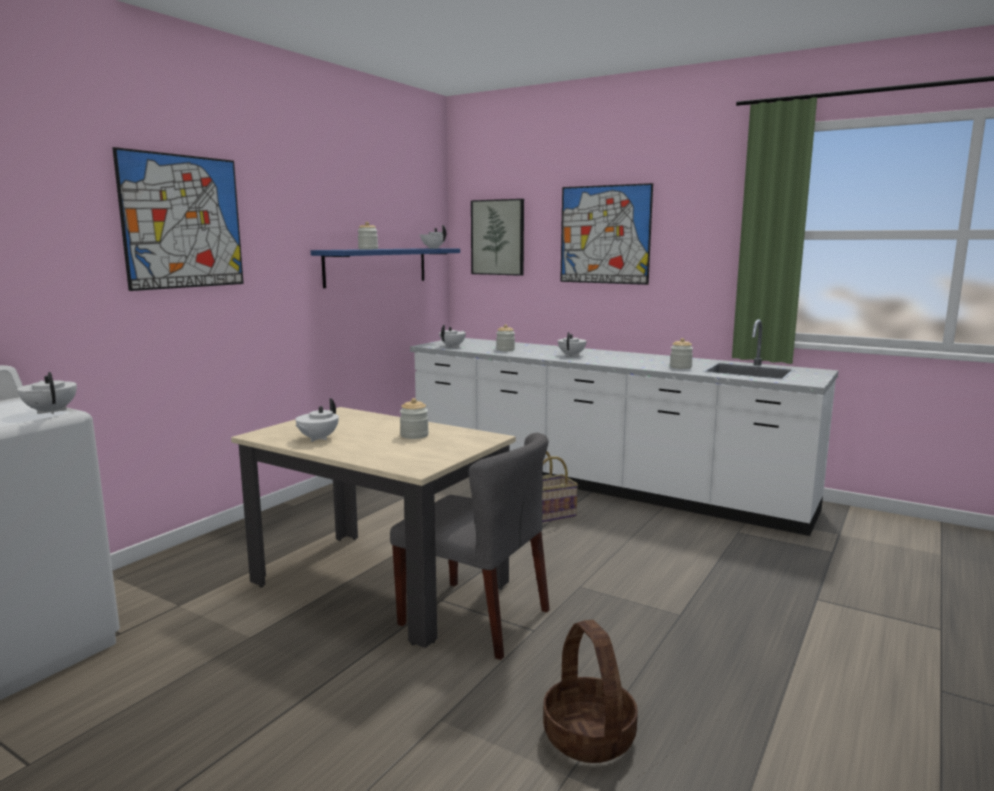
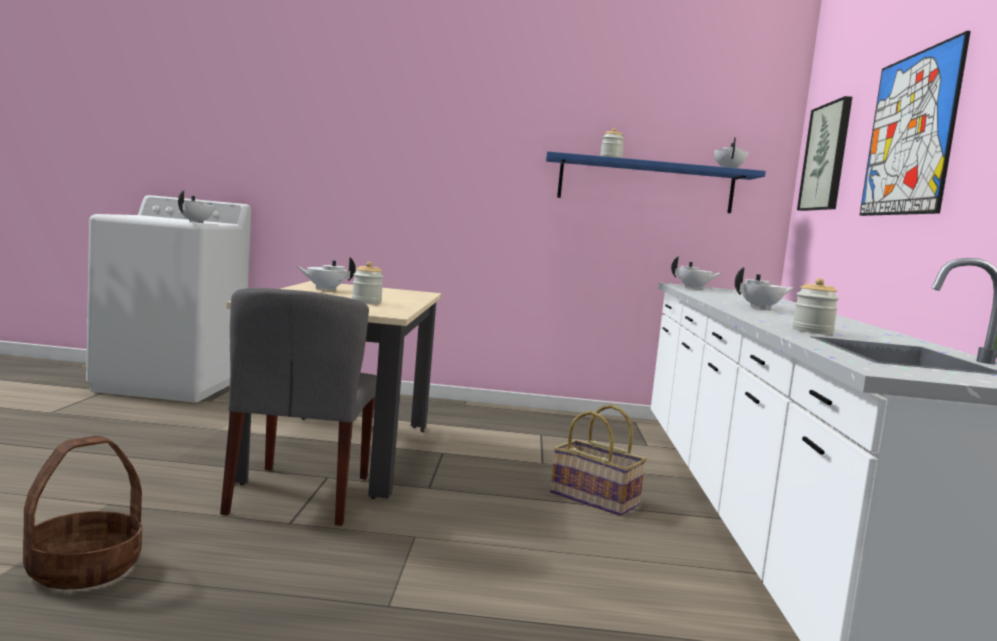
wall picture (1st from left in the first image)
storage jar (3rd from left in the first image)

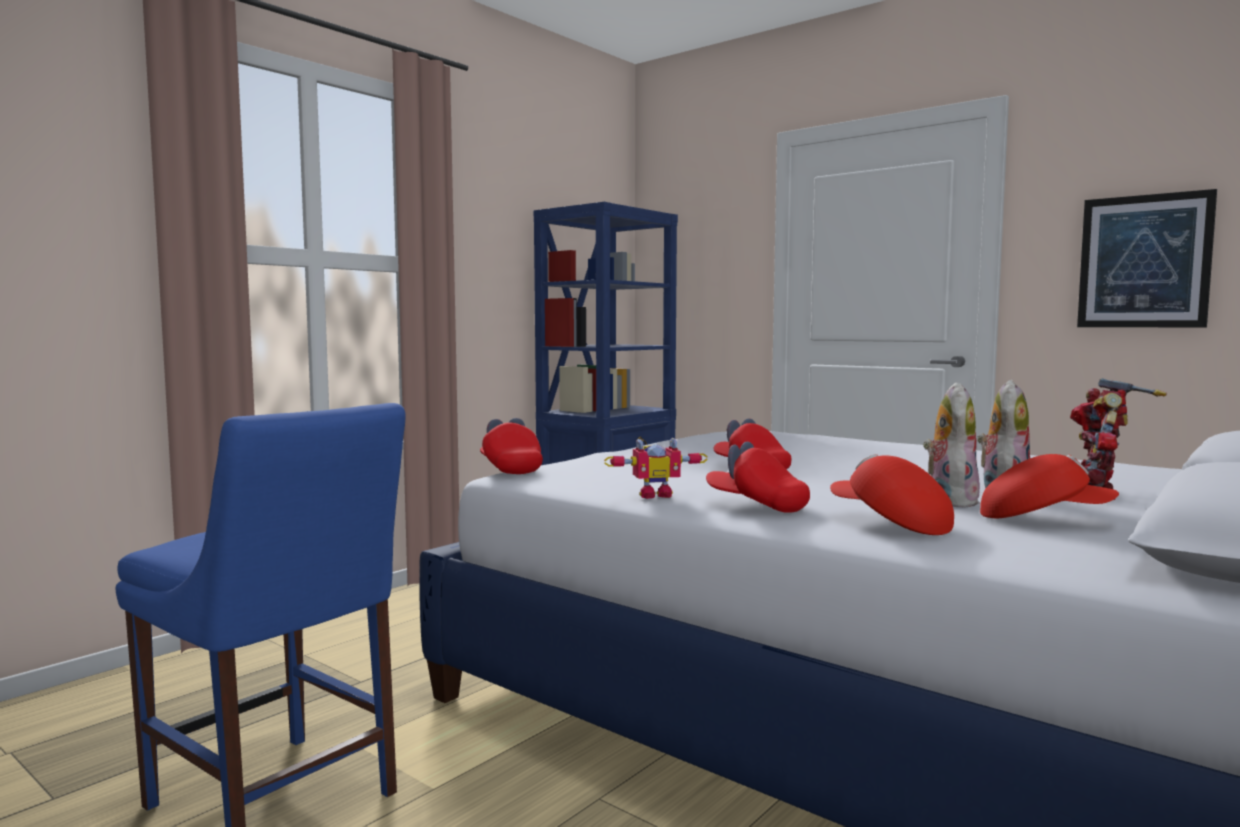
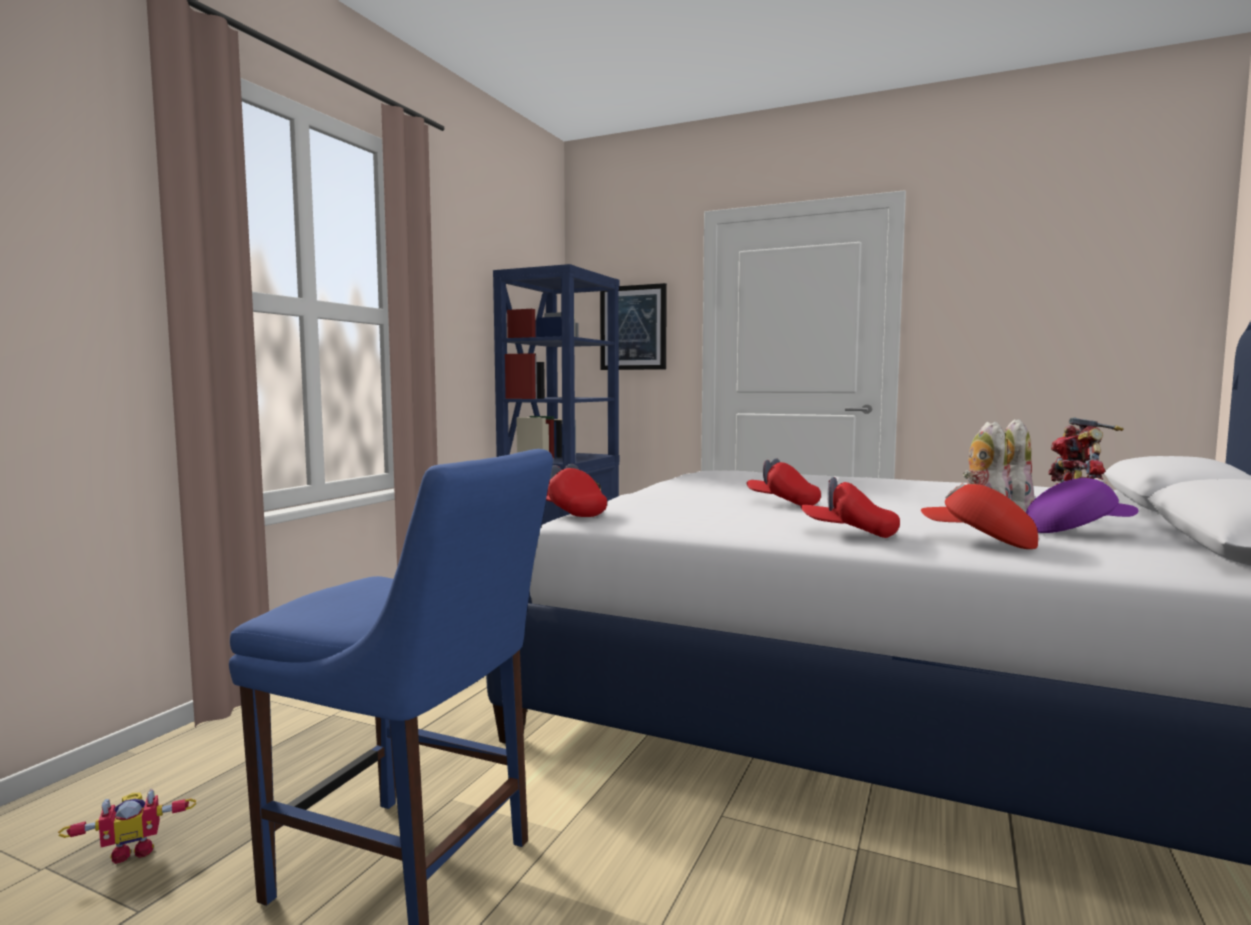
toy robot (1st from left)
wall picture
baseball cap (purple)

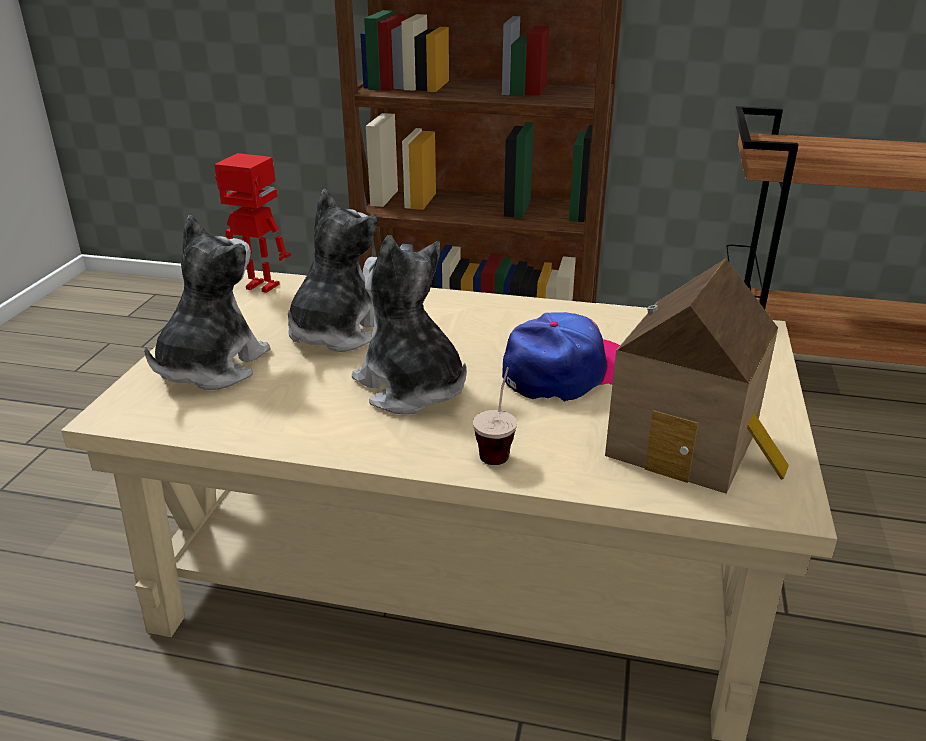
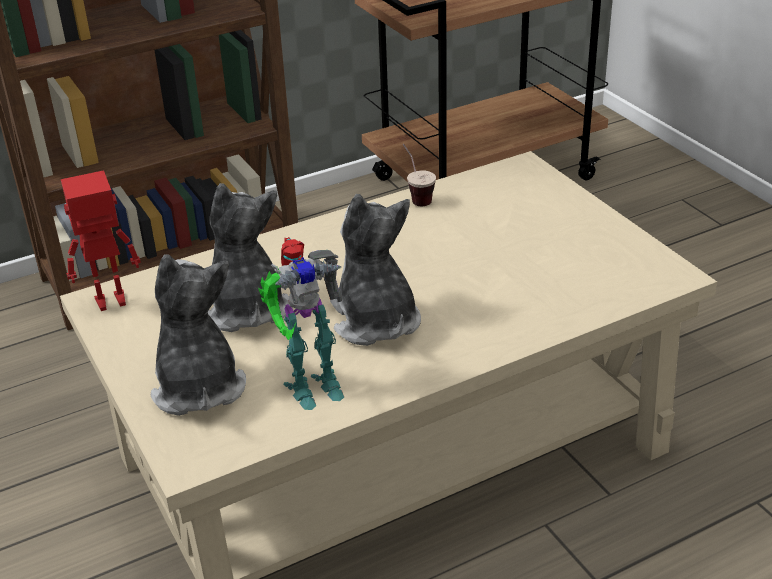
toy robot (2nd from left)
cuddly toy (3rd from left)
drinking cup
baseball cap
model house

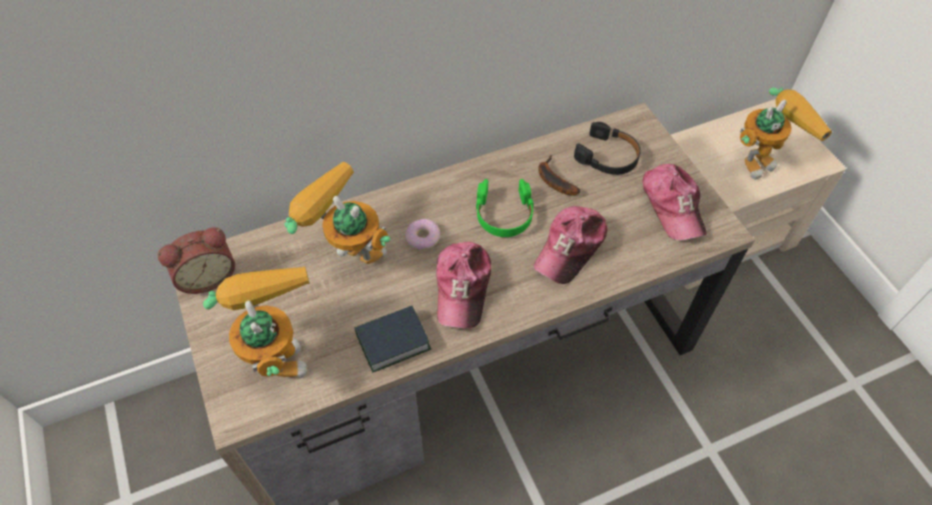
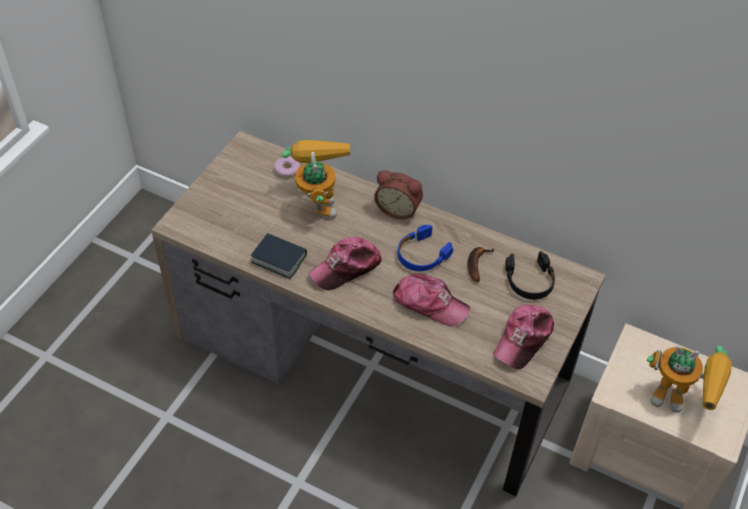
doughnut
alarm clock
baseball cap (2nd from left)
pair of headphones (blue-coloured)
toy robot (1st from left in the first image)

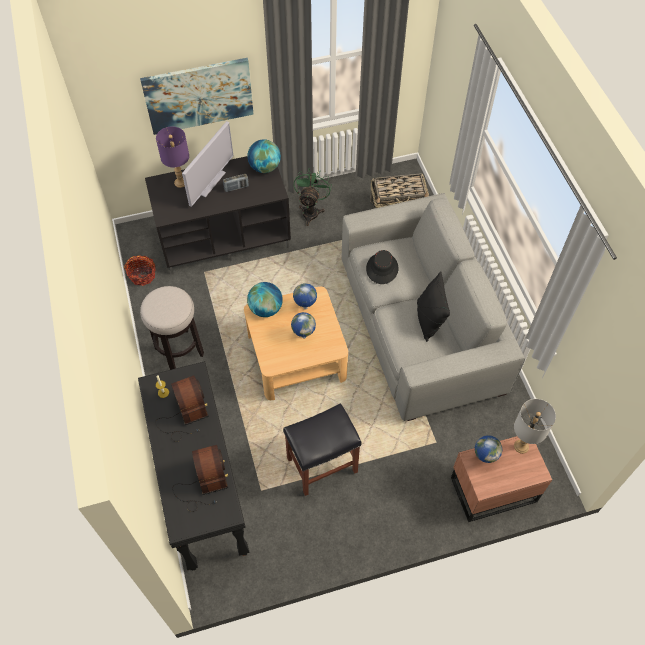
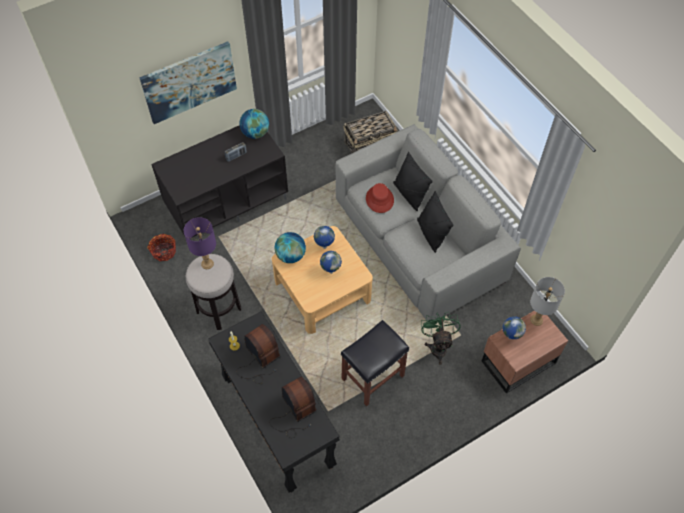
lamp for a table (purple)
wearable hat (reddish)
cushion (blackish) (1st from left)
fan (green)
TV

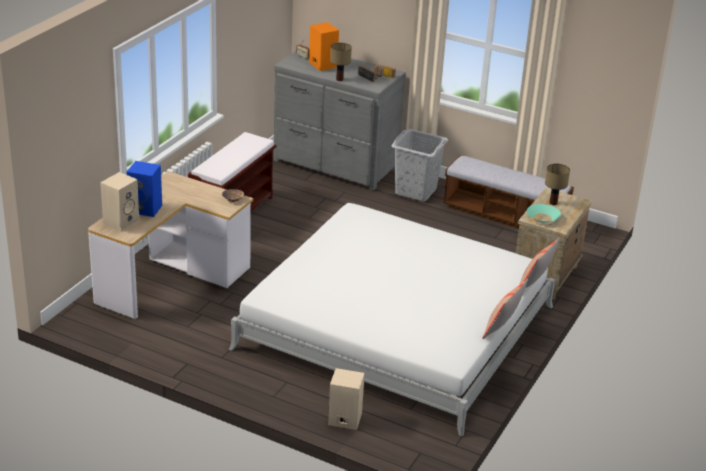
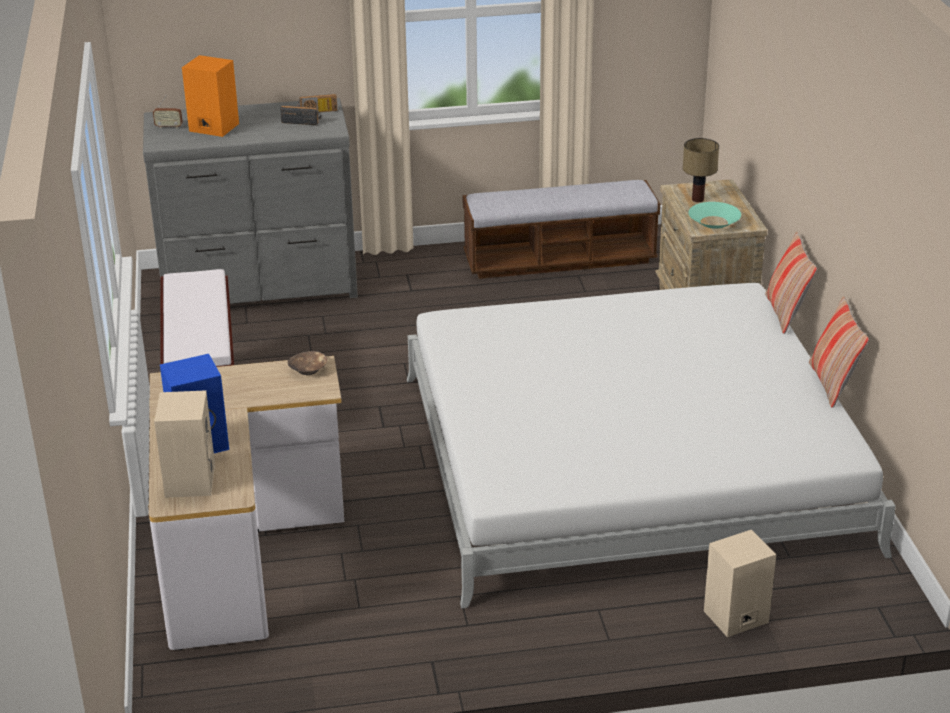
lamp for a table (1st from left in the first image)
washing basket (gray)

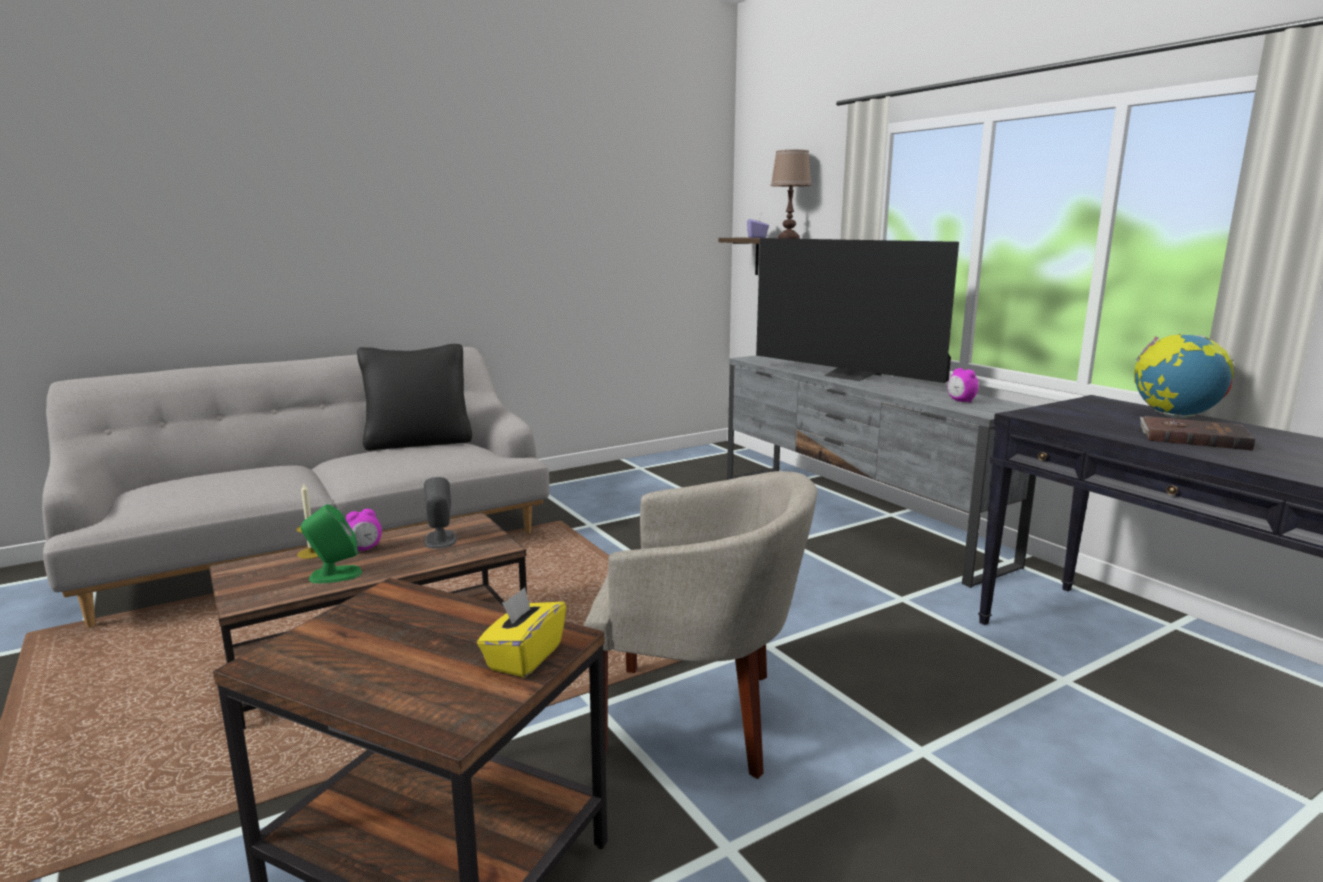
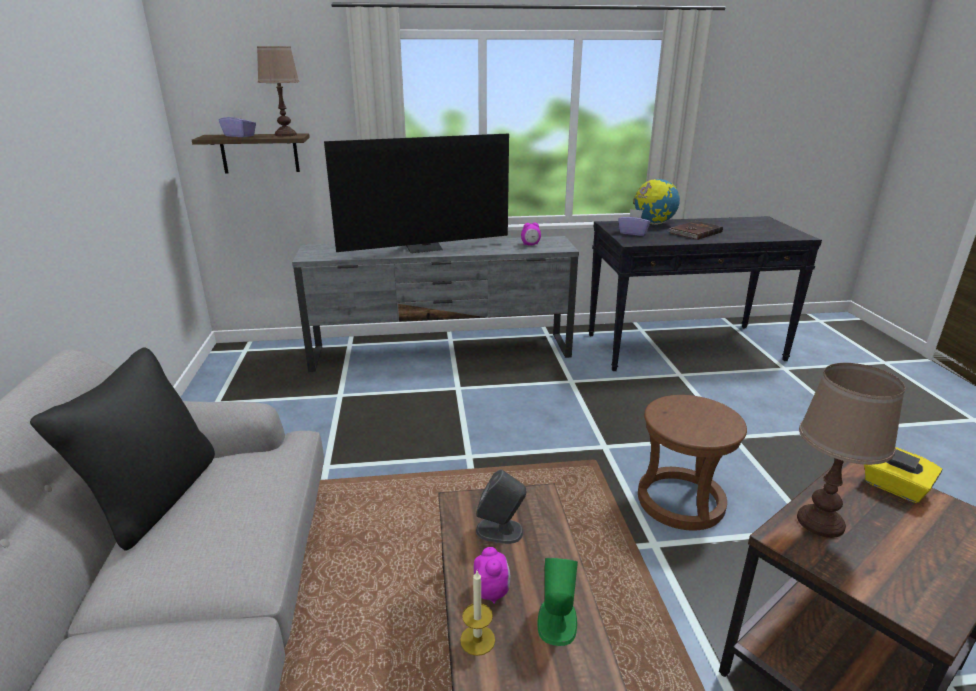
tissue box (purple) (2nd from left)
sitting stool (brown-coloured)
lamp for a table (brown-coloured) (2nd from left)

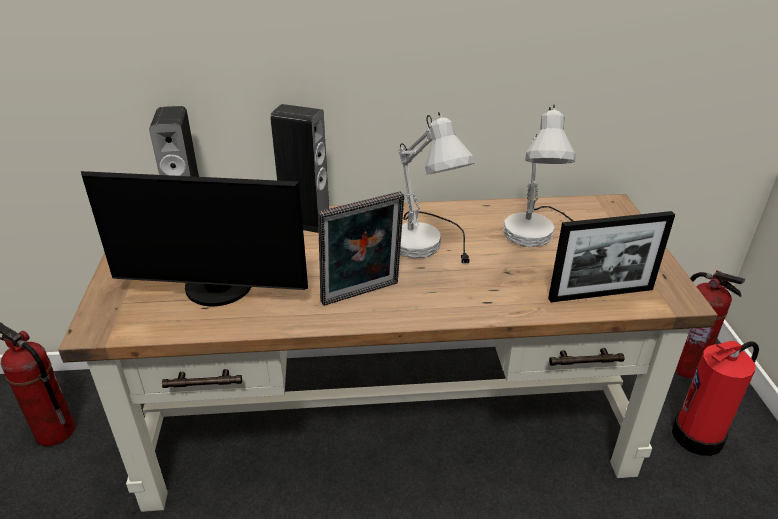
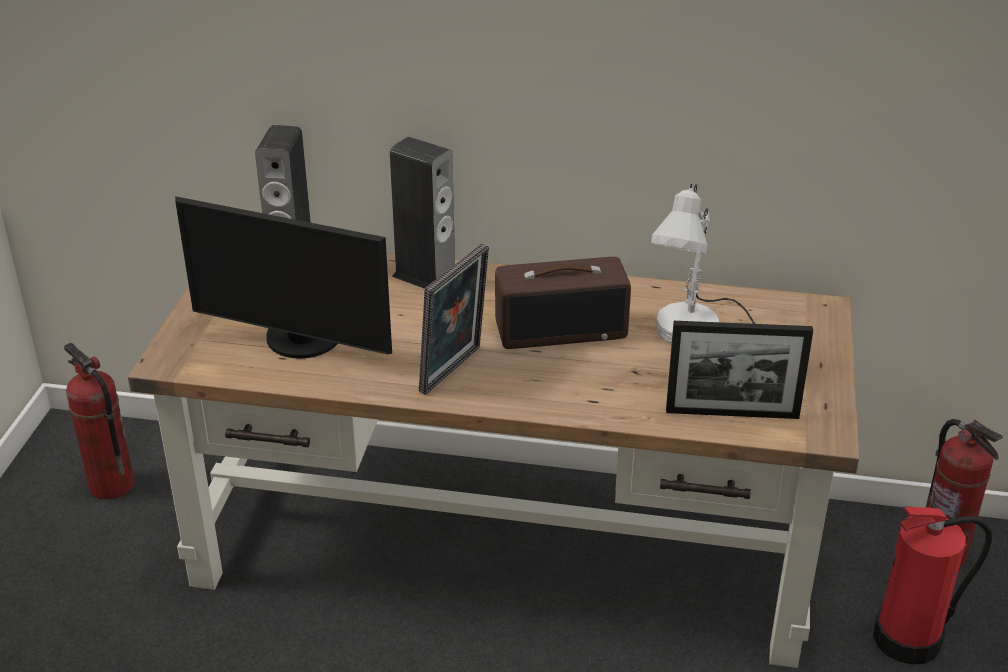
standing frame (1st from left)
radio set

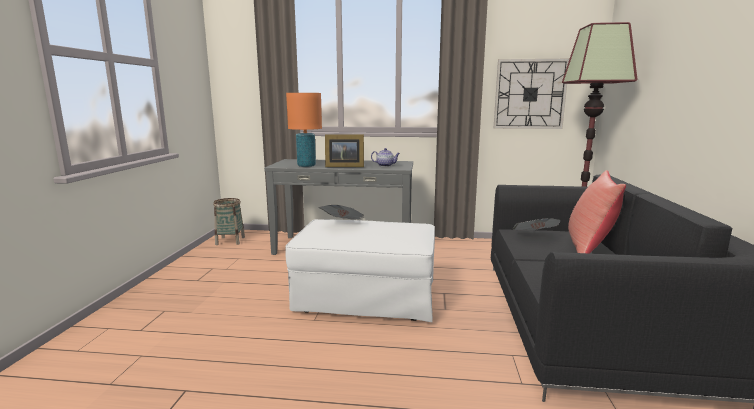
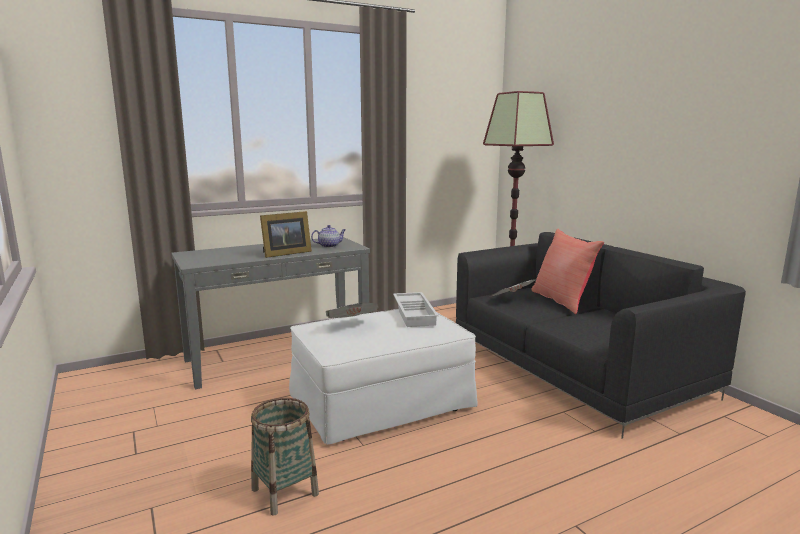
household basket
tray (whitish)
lamp for a table (orangey)
wall clock

